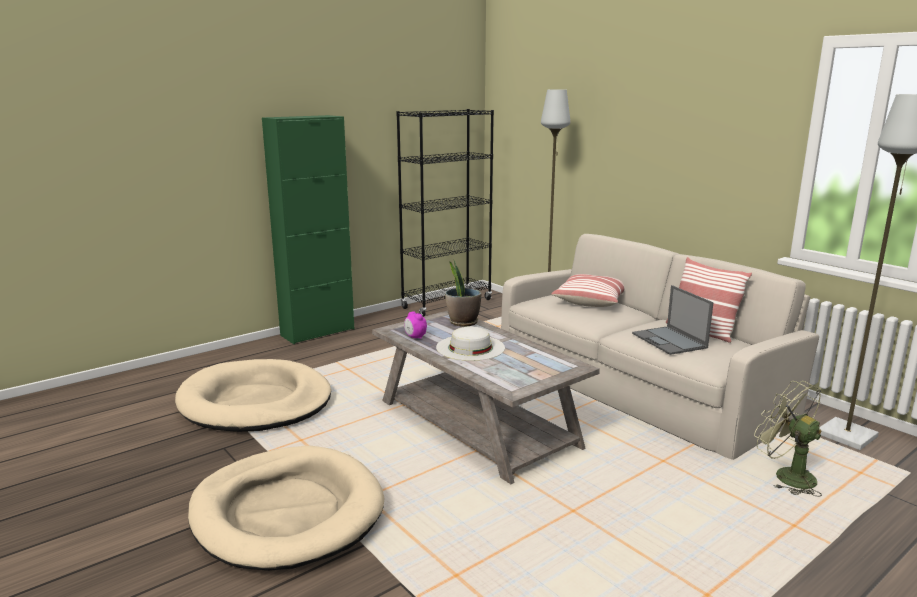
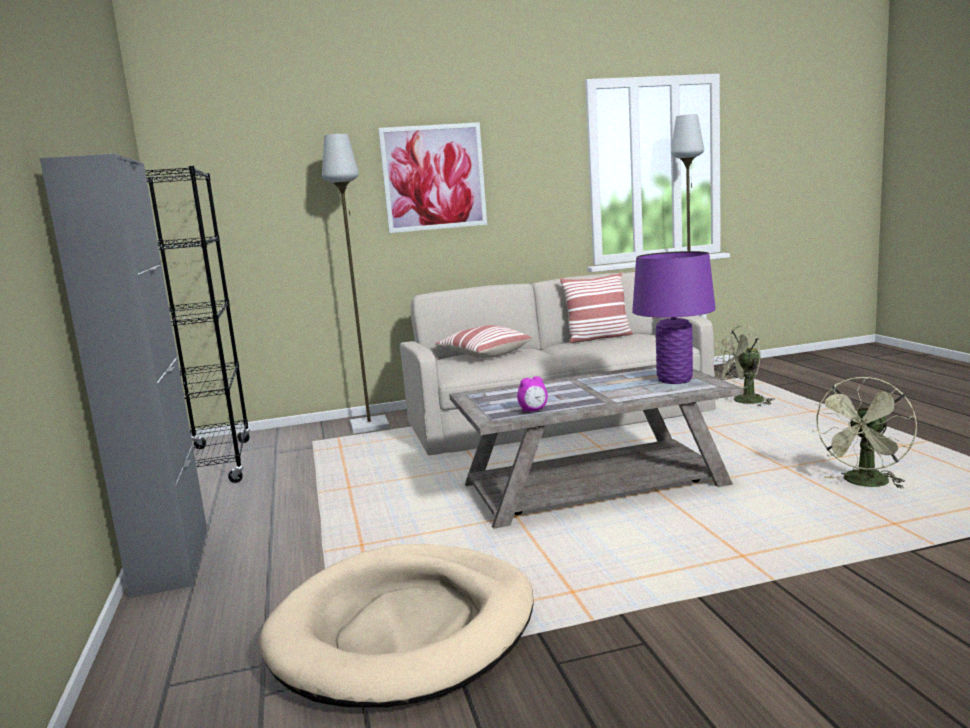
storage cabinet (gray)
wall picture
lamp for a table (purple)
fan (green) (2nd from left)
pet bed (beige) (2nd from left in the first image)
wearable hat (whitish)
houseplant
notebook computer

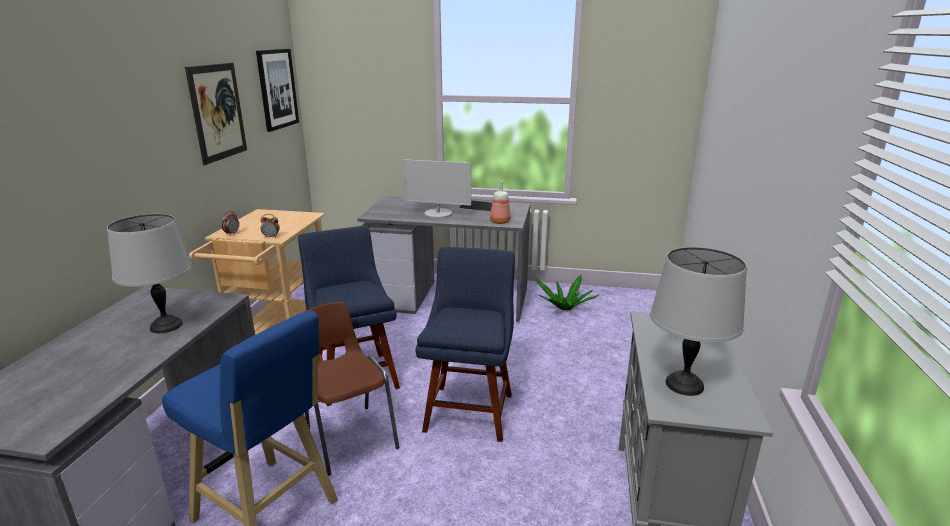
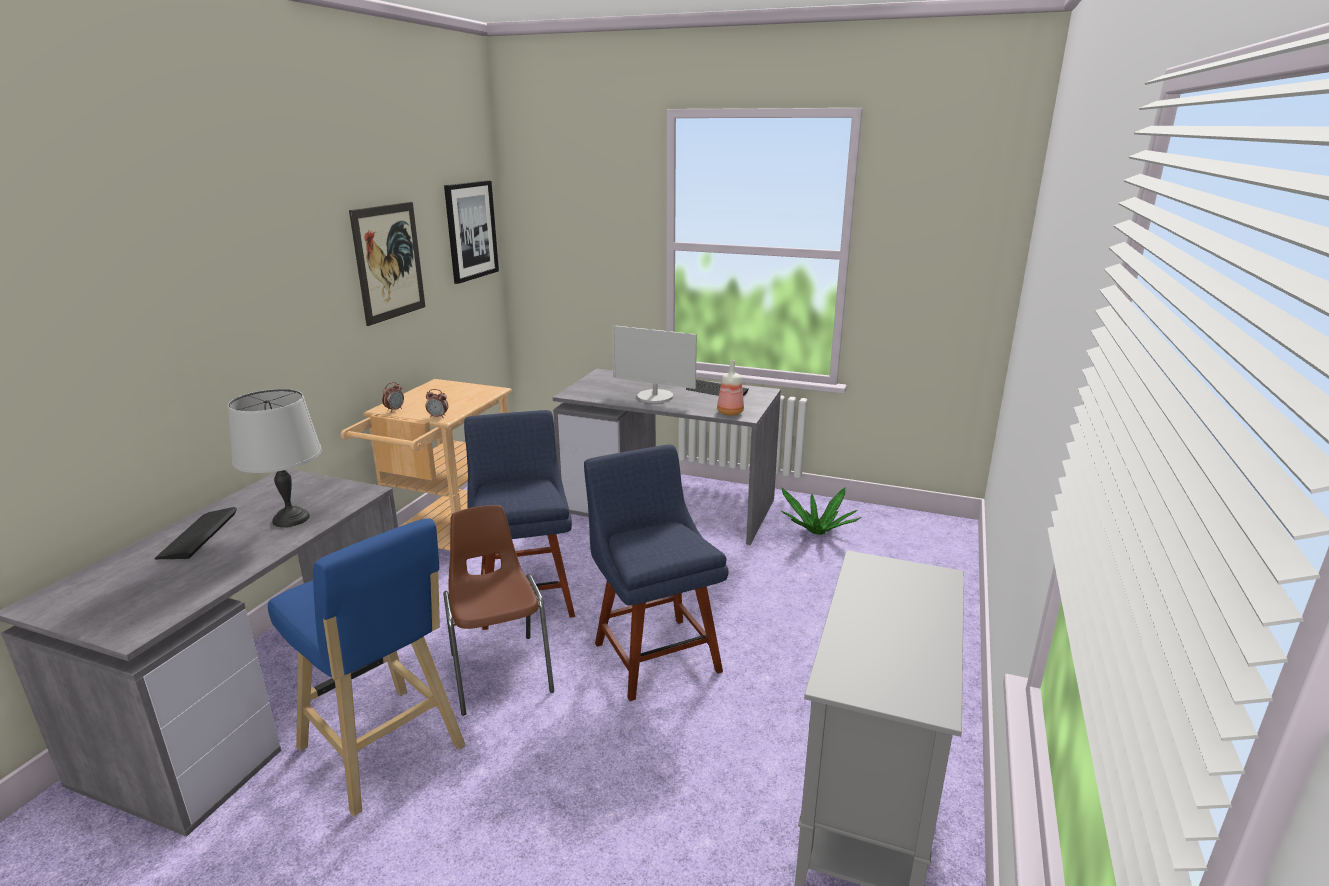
computer keyboard (1st from left)
plain chair (blue-coloured) (2nd from left)
lamp for a table (gray) (2nd from left in the first image)

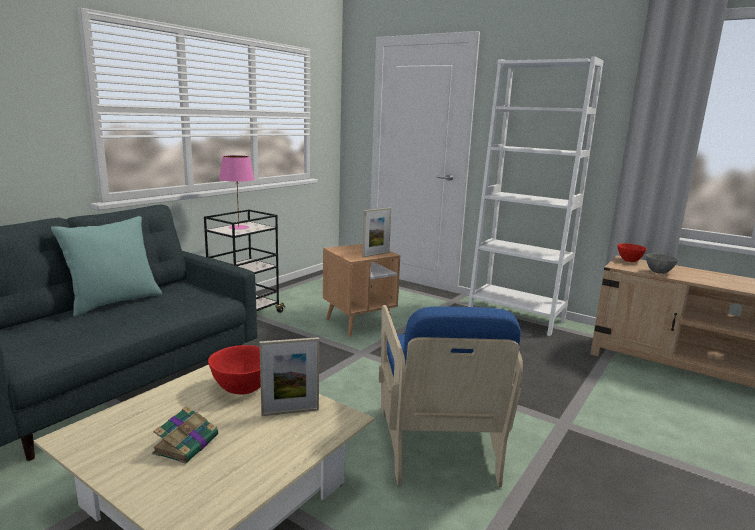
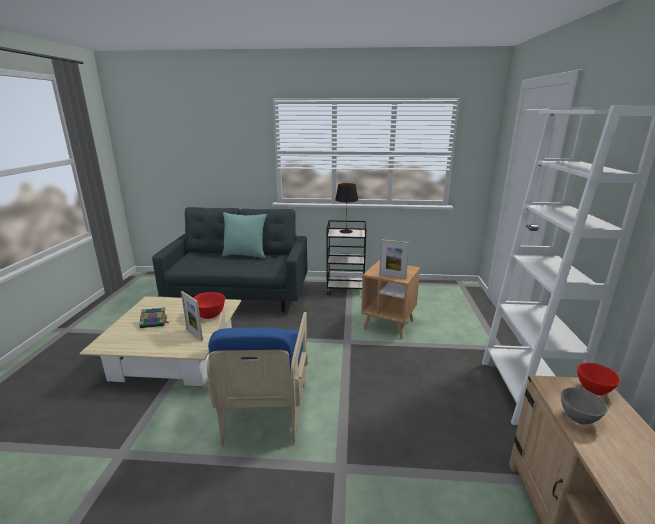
easy chair (blue-coloured)
lamp for a table (blackish)

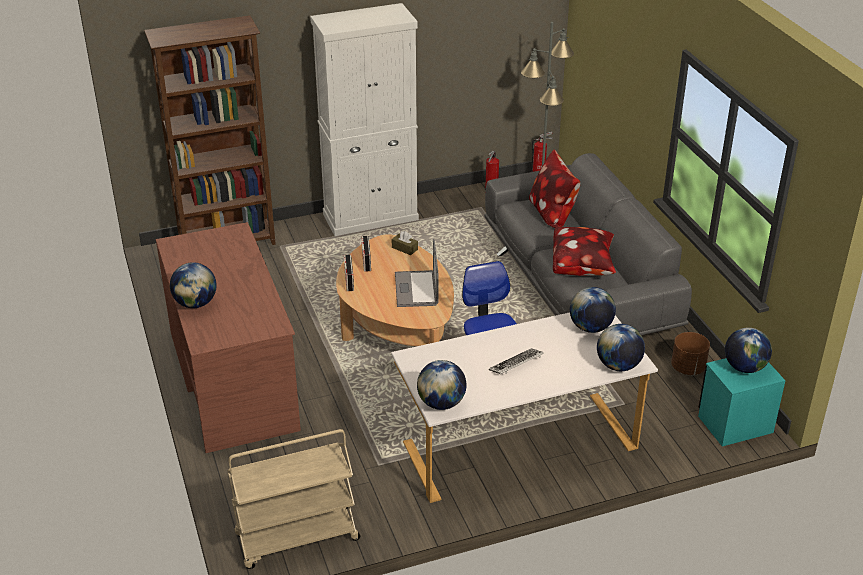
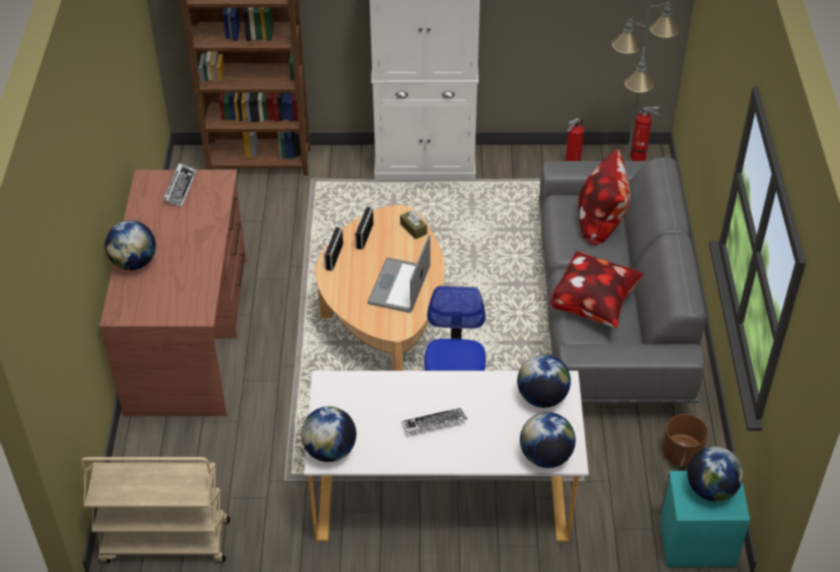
computer keyboard (1st from left)

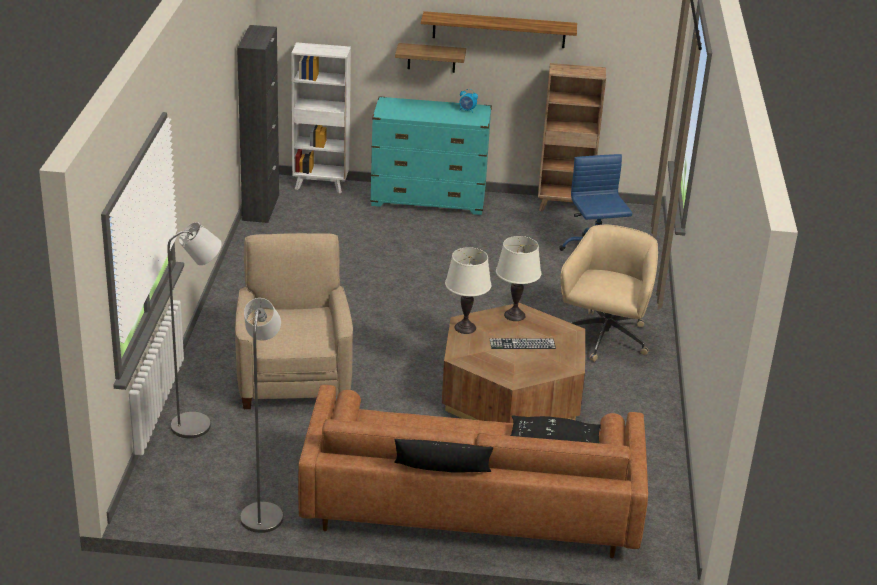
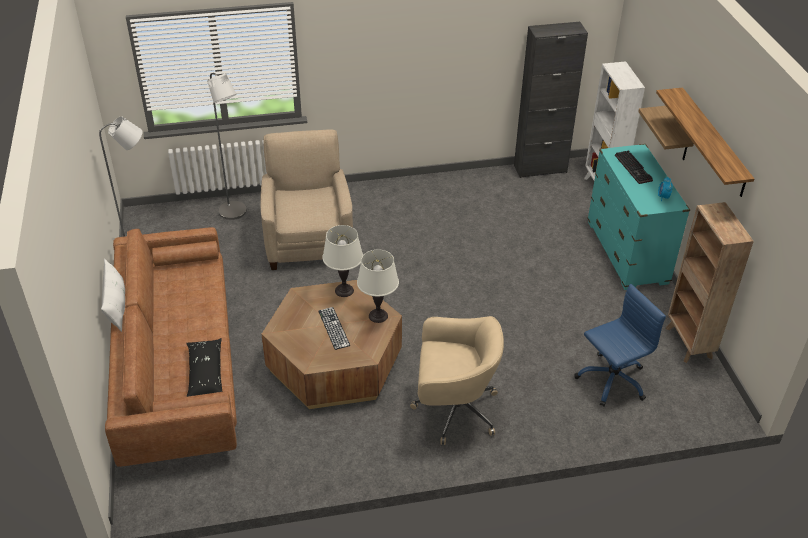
cushion (whitish)
easy chair (beige)
computer keyboard (2nd from left)

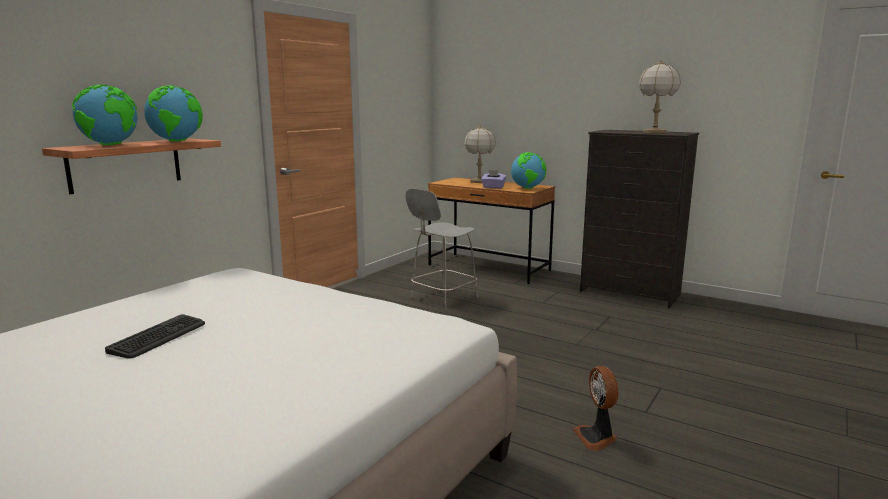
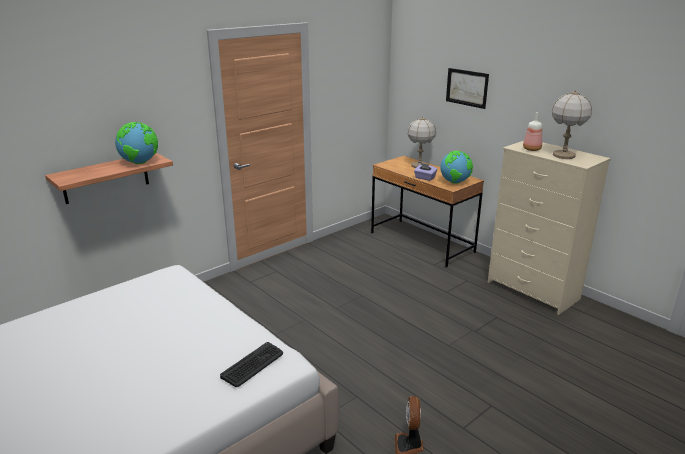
computer keyboard
wall picture
dresser (beige)
bottle
globe (1st from left in the first image)
sitting stool (gray)

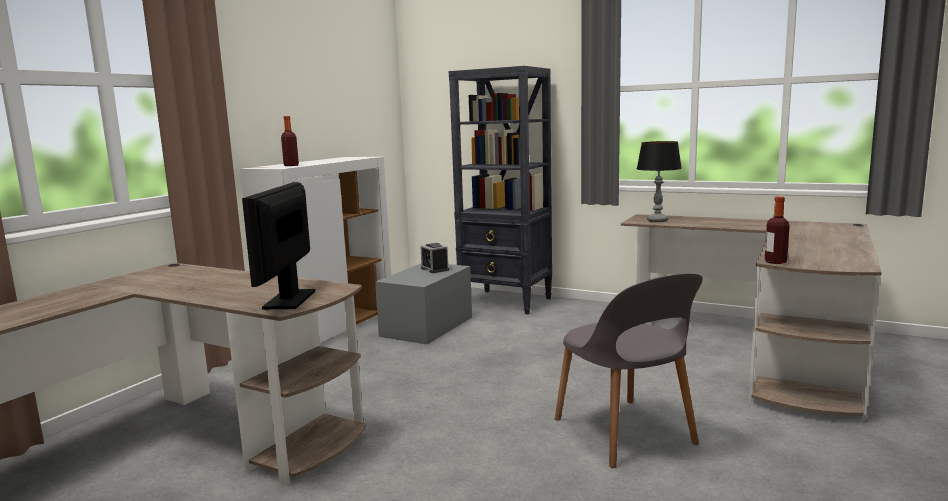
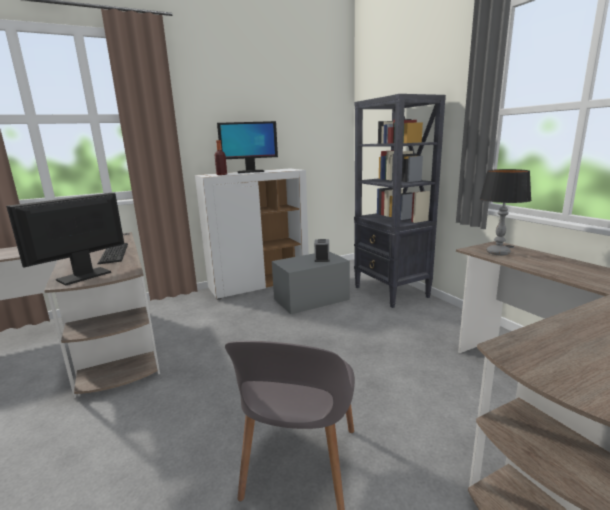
computer keyboard
monitor (2nd from left)
bottle (2nd from left in the first image)

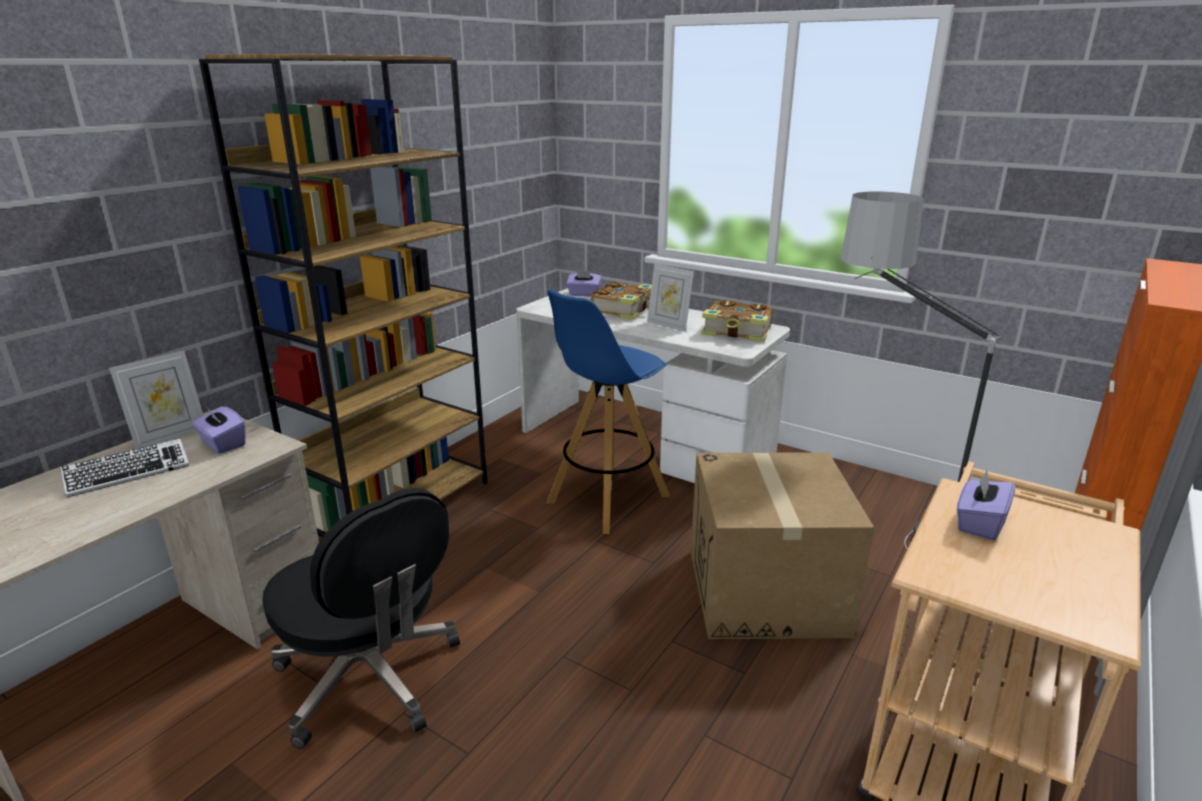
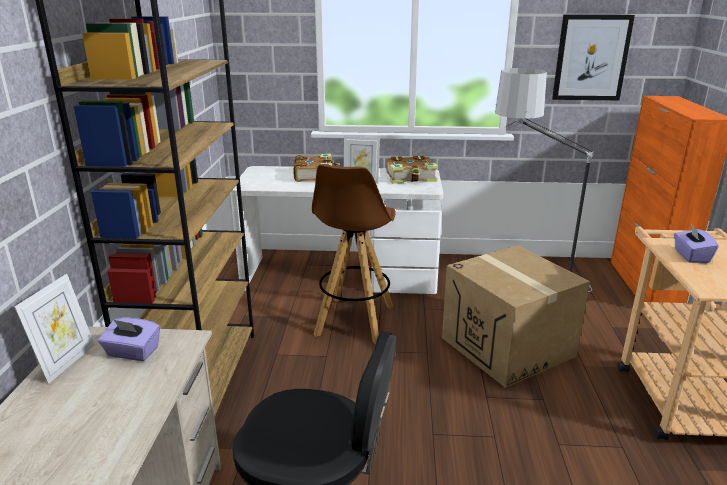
sitting stool (brown-coloured)
wall picture
computer keyboard
tissue box (purple) (2nd from left in the first image)

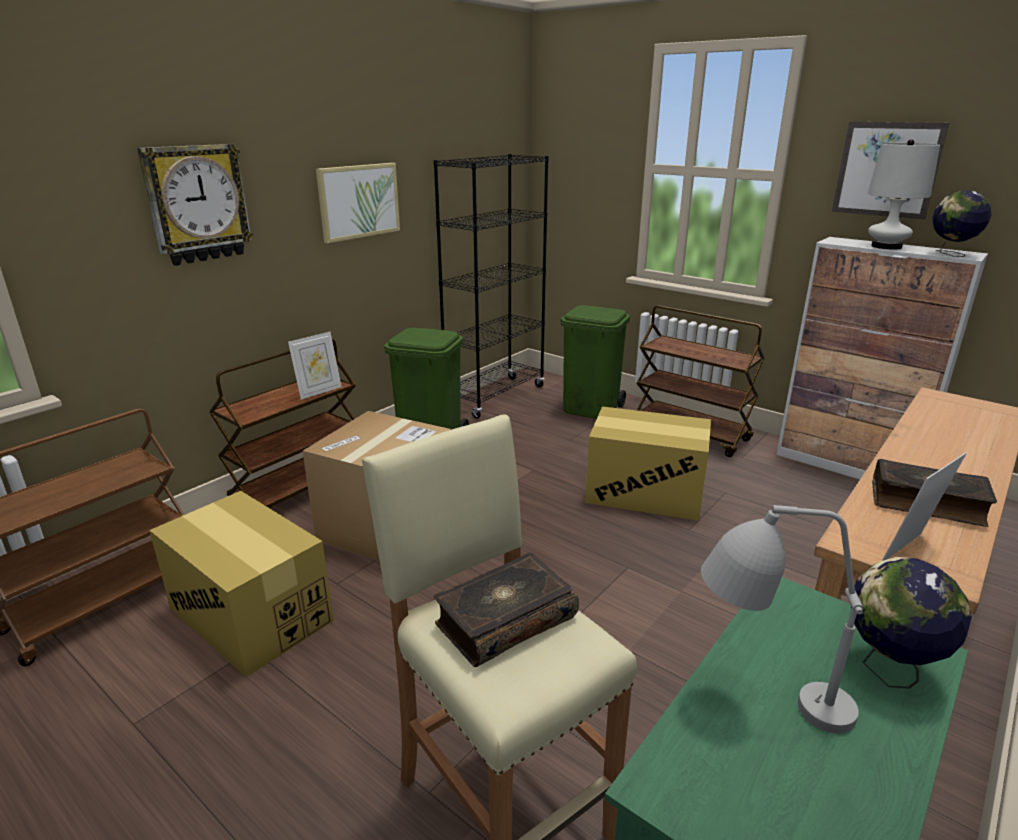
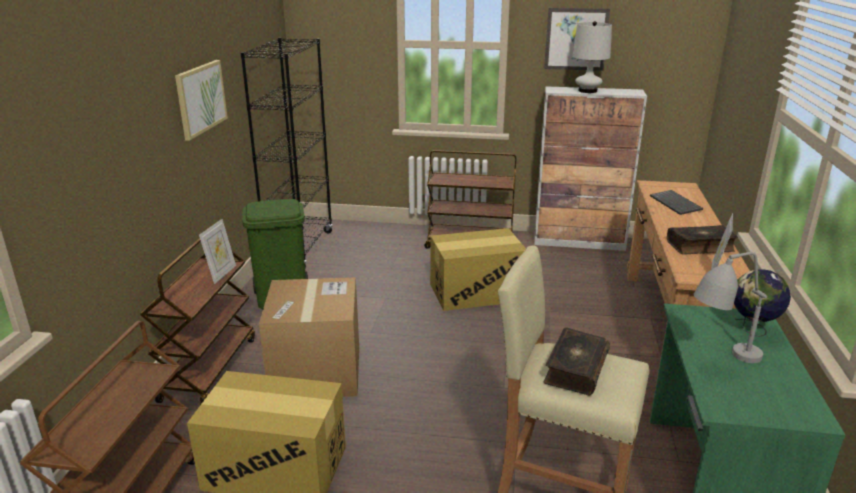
computer keyboard
wall clock
rubbish bin (green) (2nd from left in the first image)
globe (2nd from left in the first image)

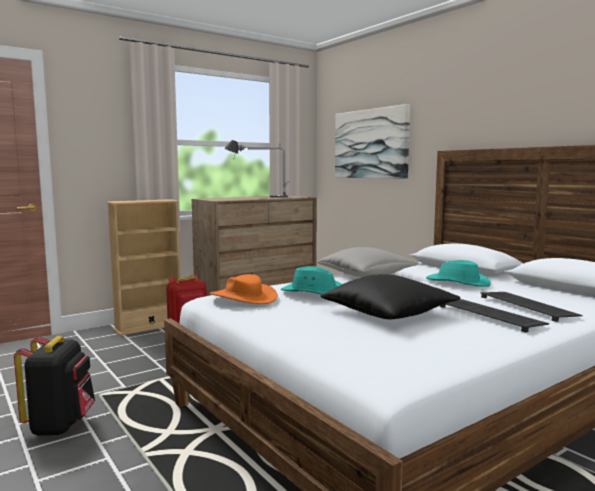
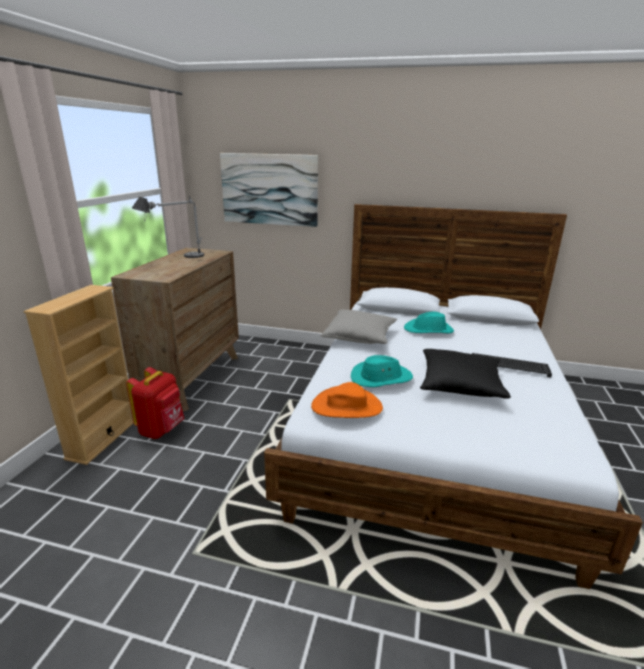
knapsack (blackish)
computer keyboard (2nd from left in the first image)

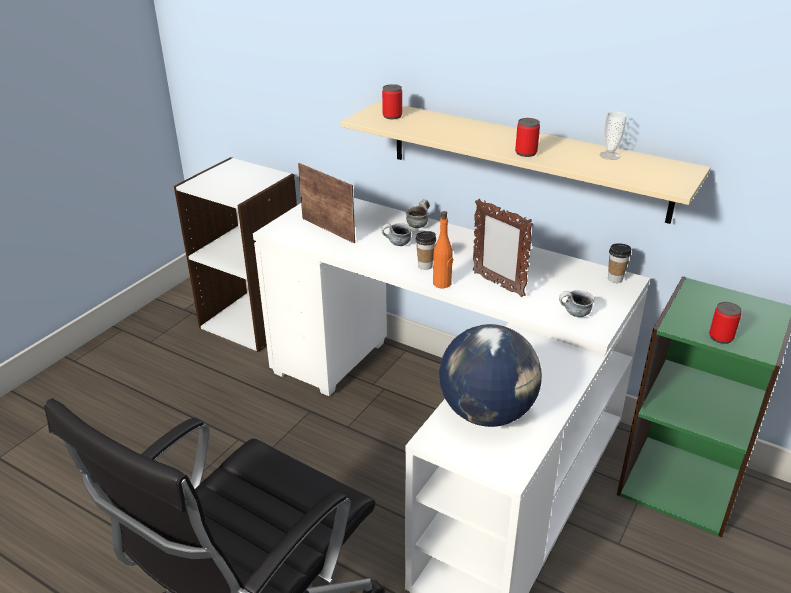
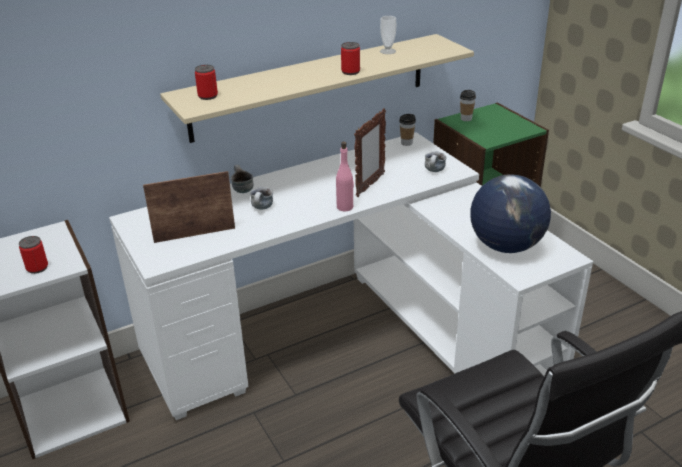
metal can (1st from left)
bottle (pinkish)
standing frame (2nd from left)
drinking cup (3rd from left)

